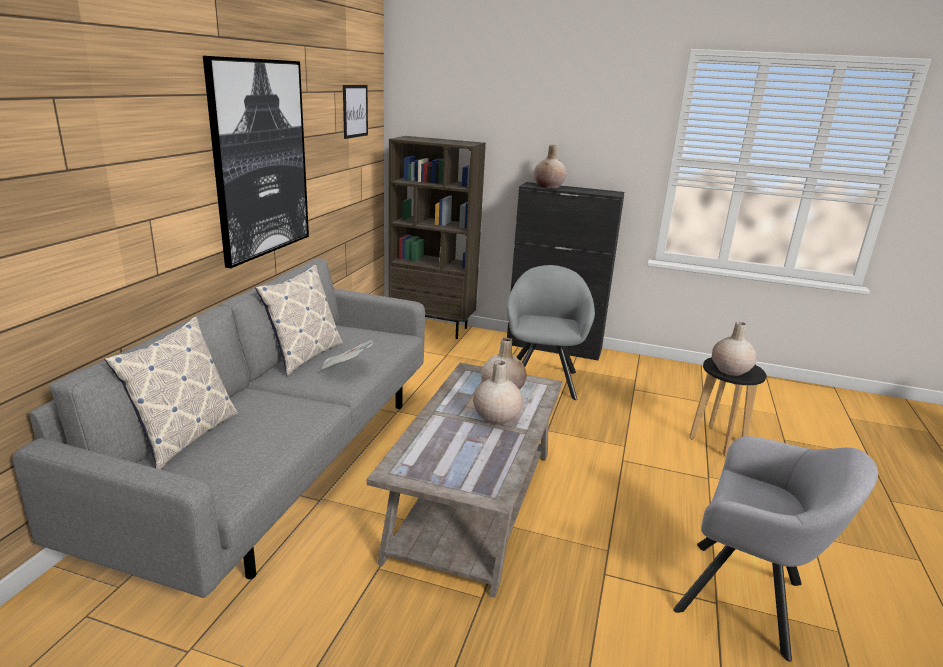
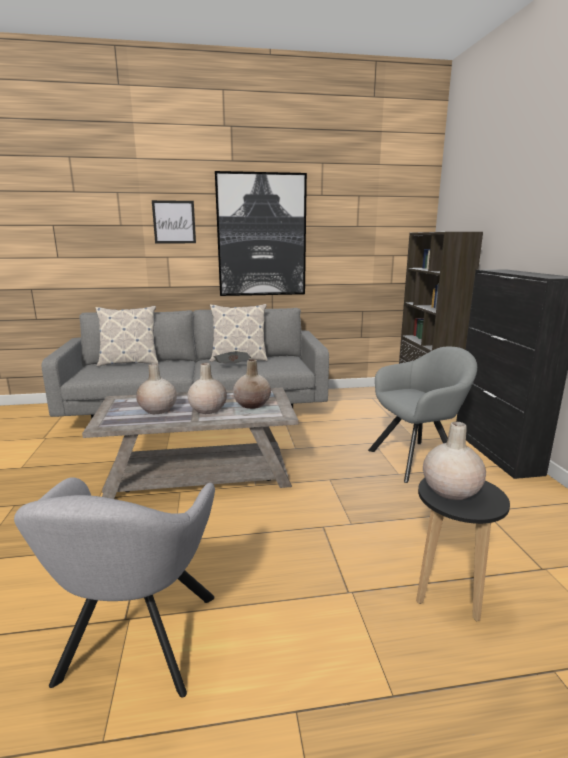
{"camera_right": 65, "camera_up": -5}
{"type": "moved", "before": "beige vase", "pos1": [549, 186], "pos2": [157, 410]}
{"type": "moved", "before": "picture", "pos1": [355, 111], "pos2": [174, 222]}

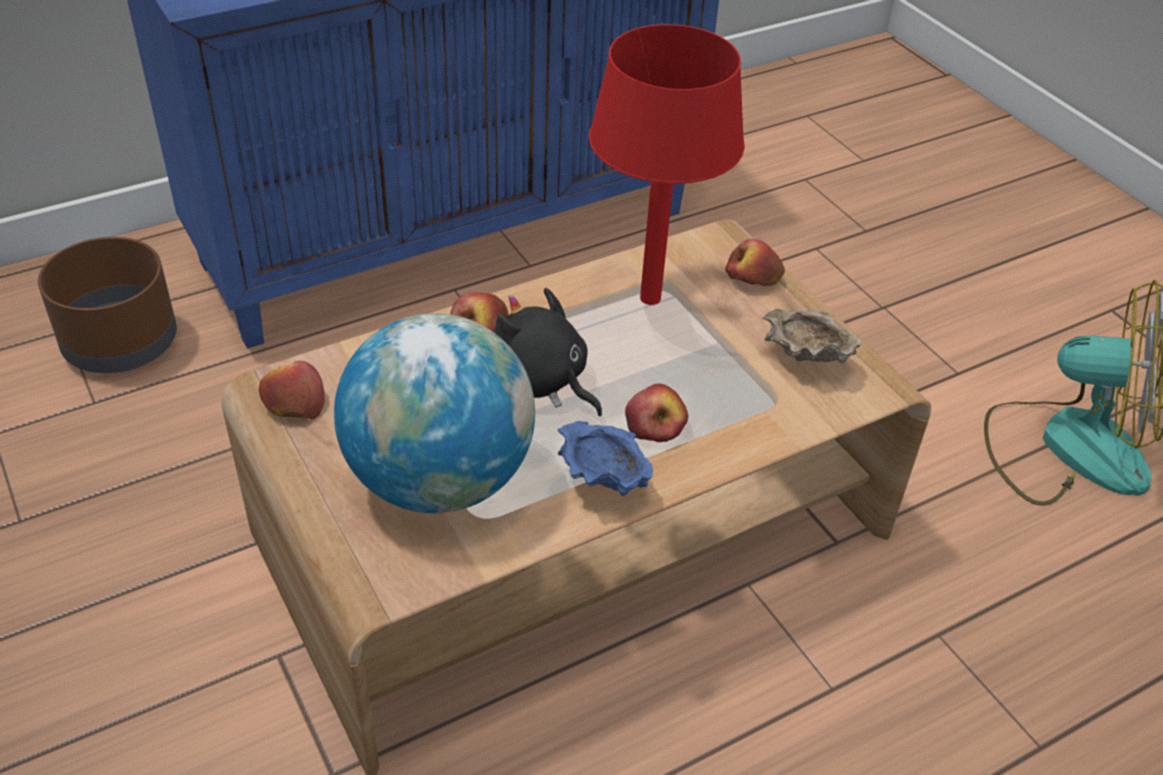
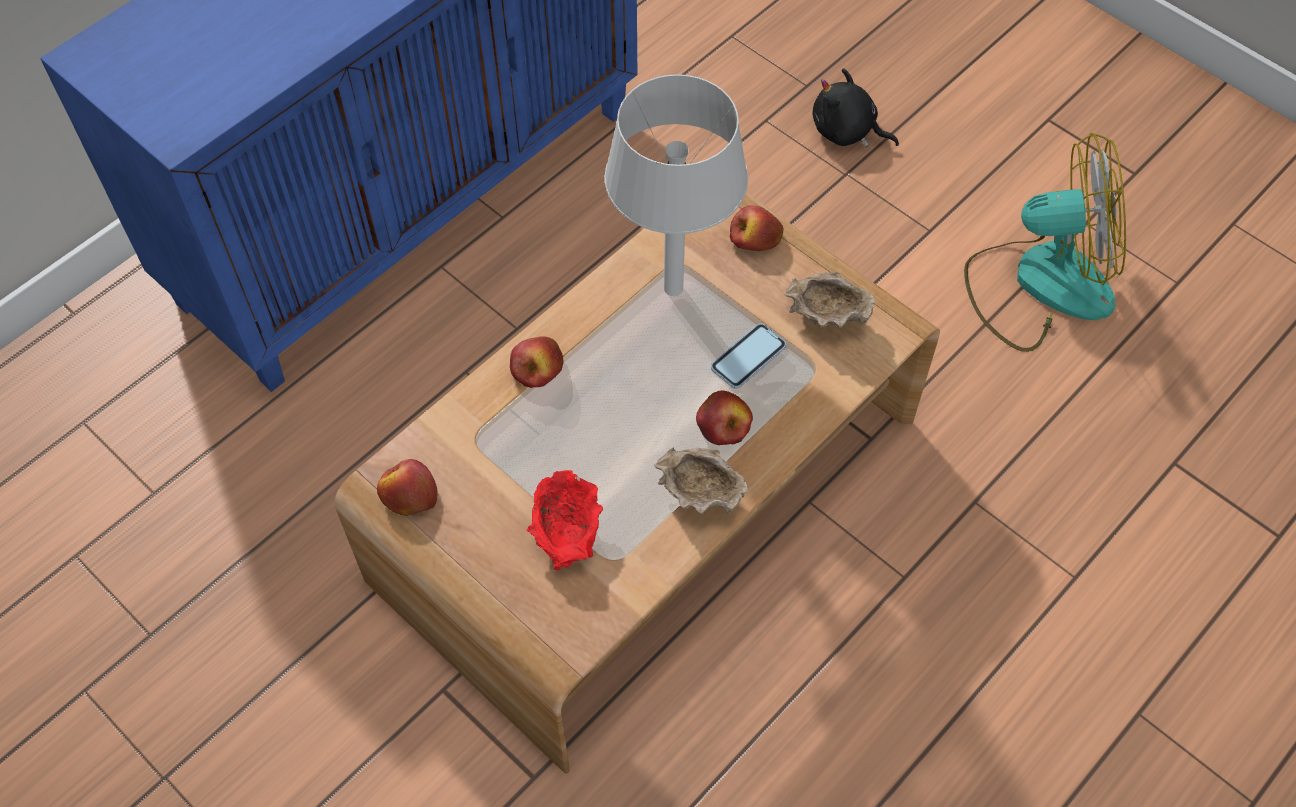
{"camera_right": -15, "camera_up": 15}
{"type": "replaced", "before": "globe", "after": "red bowl", "pos1": [439, 479], "pos2": [566, 534]}
{"type": "recoloured", "before": "red table lamp", "after": "grey table lamp", "pos1": [648, 297], "pos2": [672, 288]}
{"type": "recoloured", "before": "blue bowl", "after": "beige bowl", "pos1": [602, 482], "pos2": [700, 495]}
{"type": "added", "after": "phone", "pos2": [748, 357]}
{"type": "moved", "before": "black plush toy", "pos1": [542, 382], "pos2": [847, 131]}
{"type": "removed", "before": "brown planter", "pos1": [122, 344]}

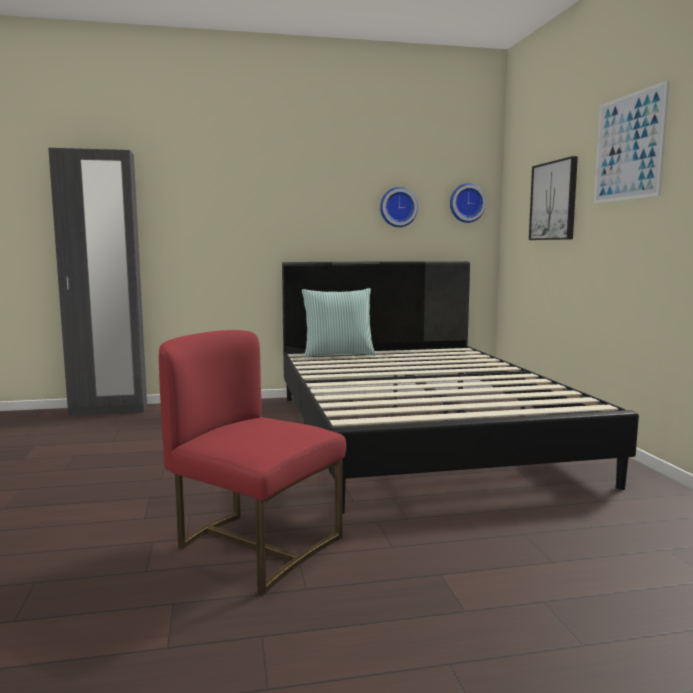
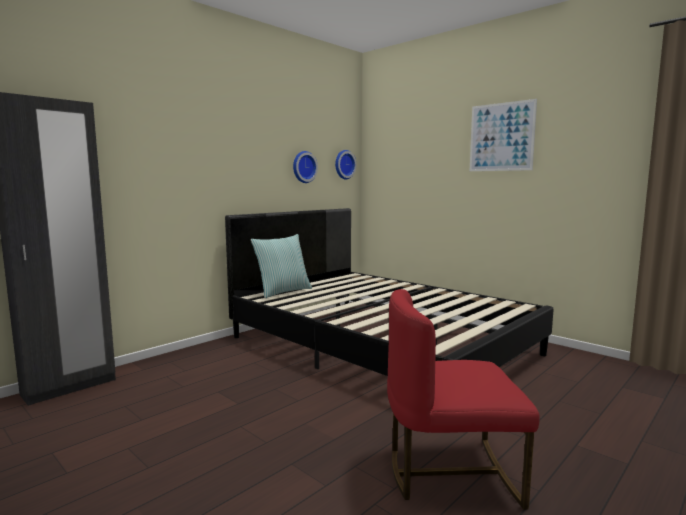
{"camera_right": -35, "camera_up": 0}
{"type": "removed", "before": "picture", "pos1": [554, 201]}

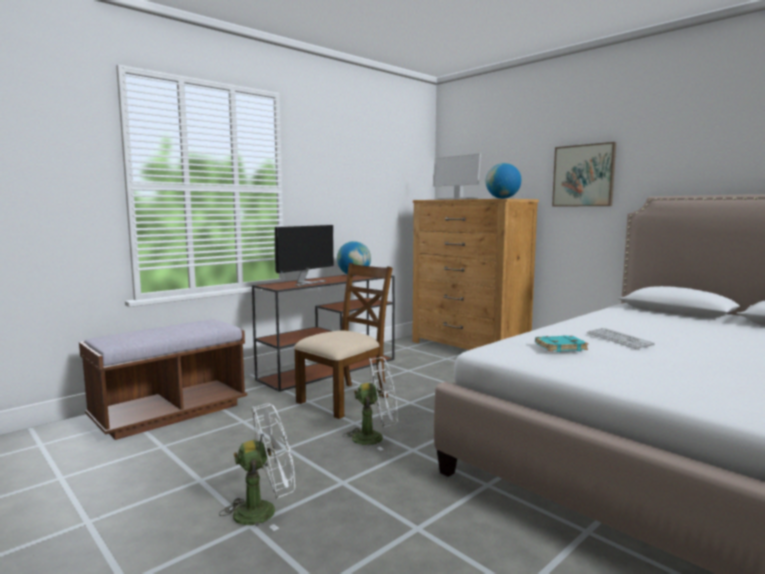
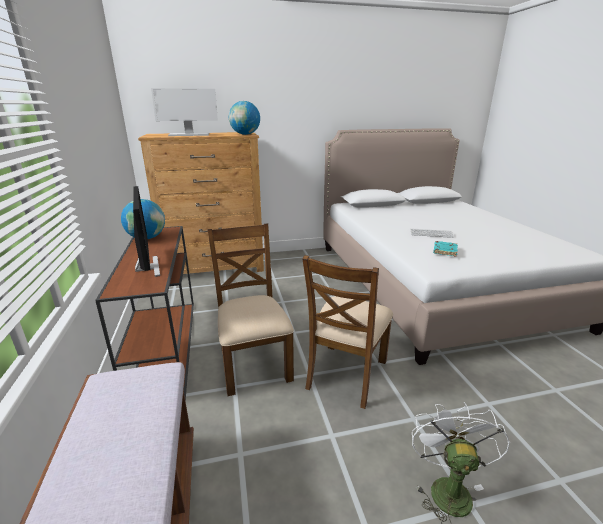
{"camera_right": -60, "camera_up": 15}
{"type": "replaced", "before": "white fan", "after": "brown chair", "pos1": [375, 438], "pos2": [346, 374]}
{"type": "removed", "before": "picture", "pos1": [583, 175]}

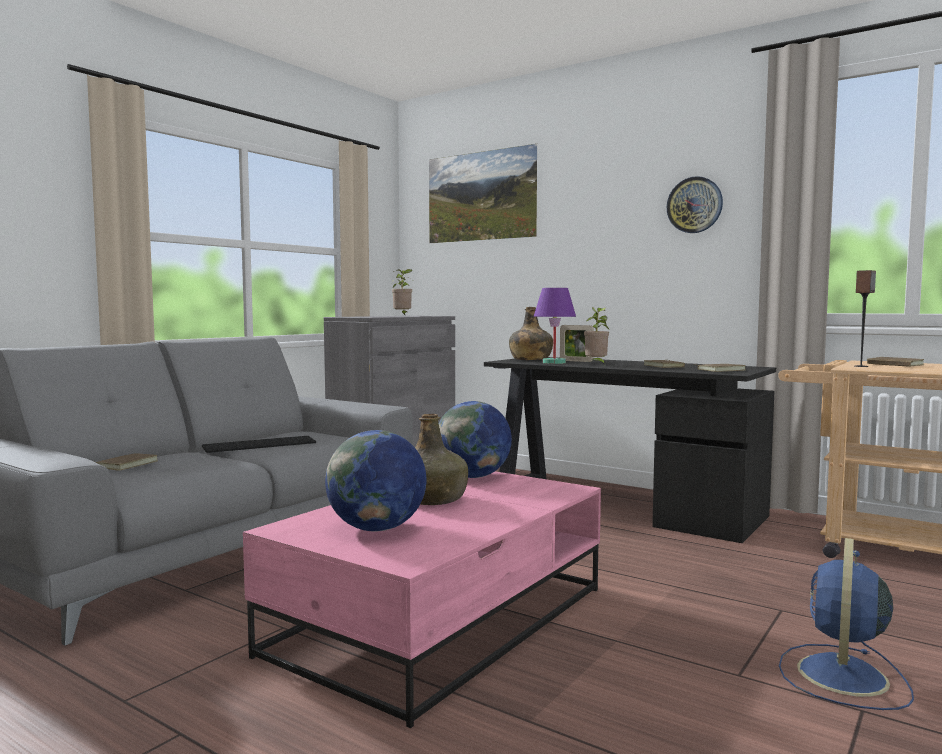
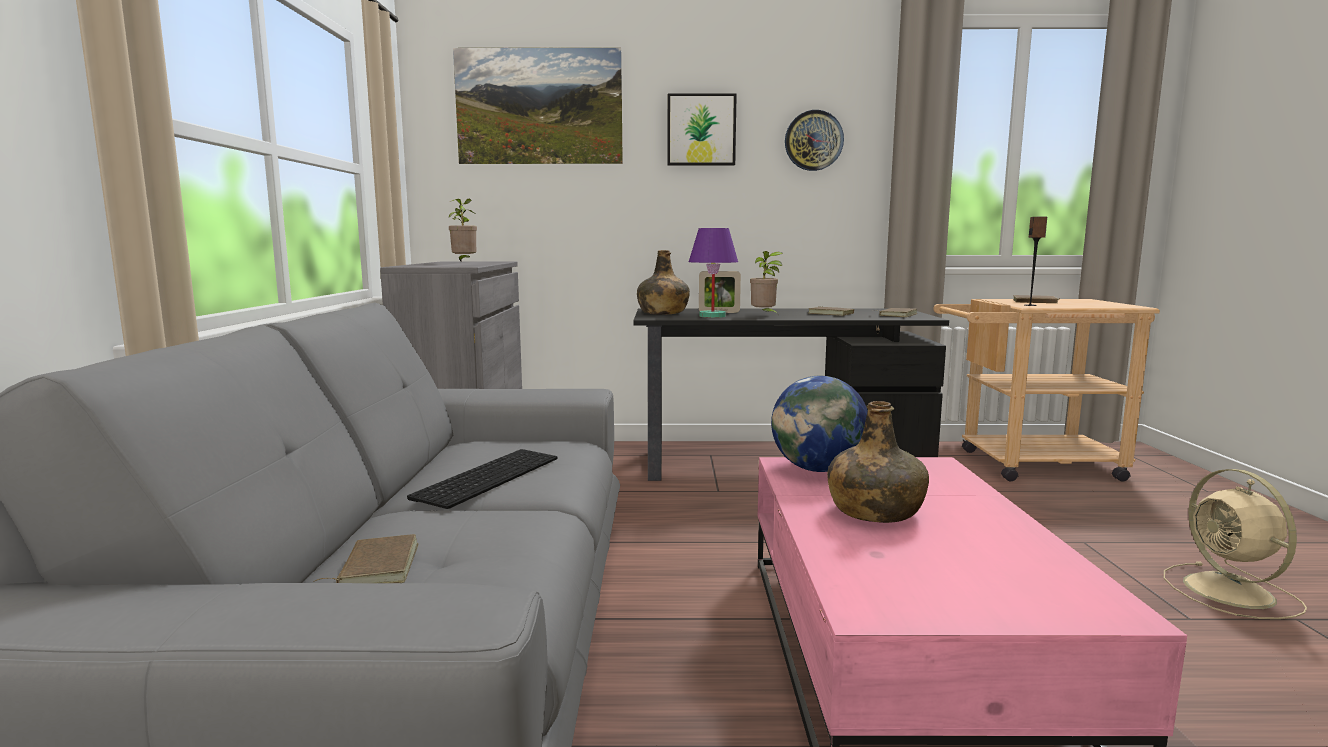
{"camera_right": -35, "camera_up": 5}
{"type": "added", "after": "picture", "pos2": [701, 130]}
{"type": "recoloured", "before": "blue fan", "after": "beige fan", "pos1": [842, 677], "pos2": [1231, 592]}
{"type": "removed", "before": "globe", "pos1": [377, 529]}

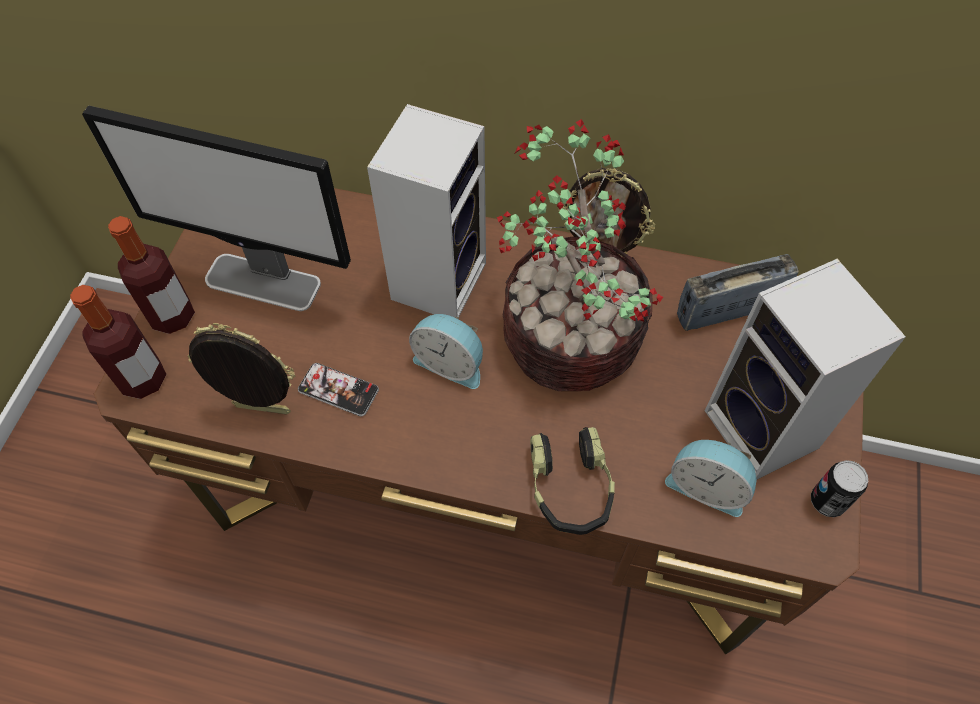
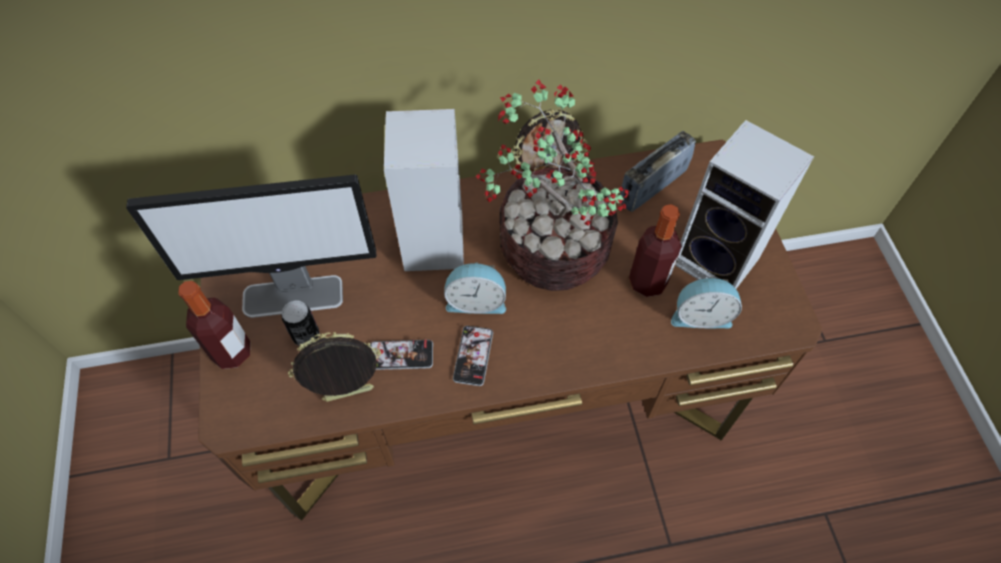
{"camera_right": -25, "camera_up": 0}
{"type": "moved", "before": "can", "pos1": [827, 501], "pos2": [306, 335]}
{"type": "added", "after": "phone", "pos2": [473, 356]}
{"type": "moved", "before": "bottle", "pos1": [143, 379], "pos2": [647, 282]}
{"type": "removed", "before": "headphones", "pos1": [570, 488]}

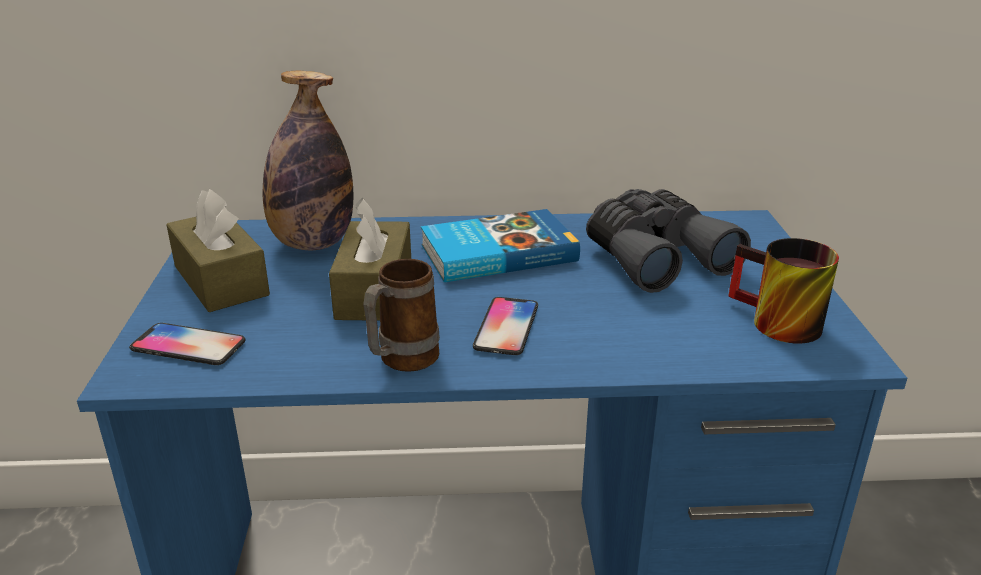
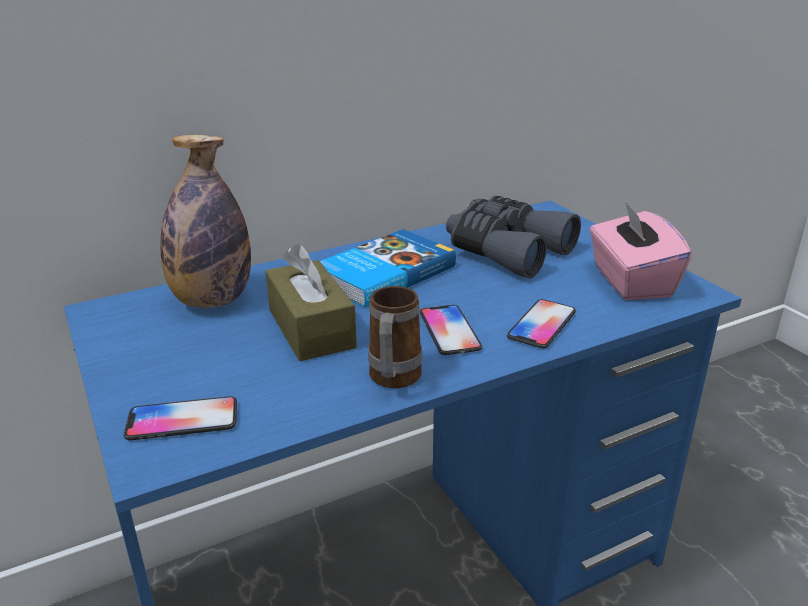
{"camera_right": -25, "camera_up": 0}
{"type": "added", "after": "phone", "pos2": [542, 325]}
{"type": "replaced", "before": "mug", "after": "pink tissue box", "pos1": [773, 323], "pos2": [630, 281]}
{"type": "removed", "before": "brown tissue box", "pos1": [221, 280]}

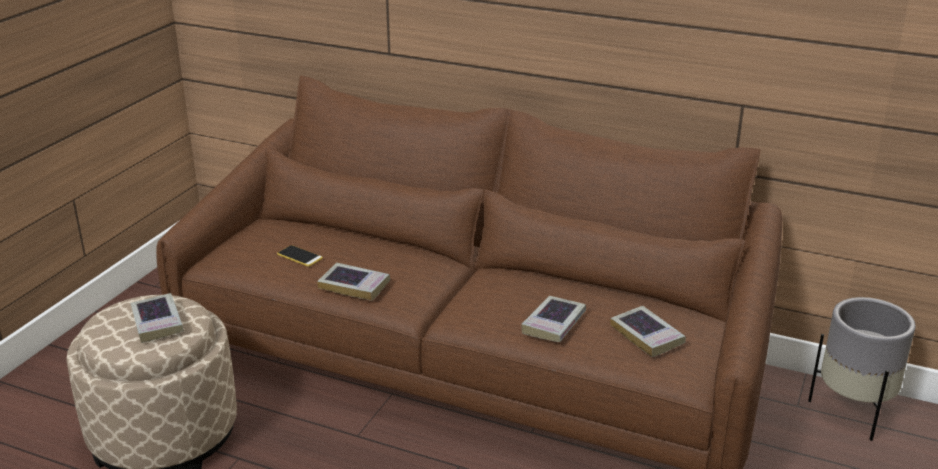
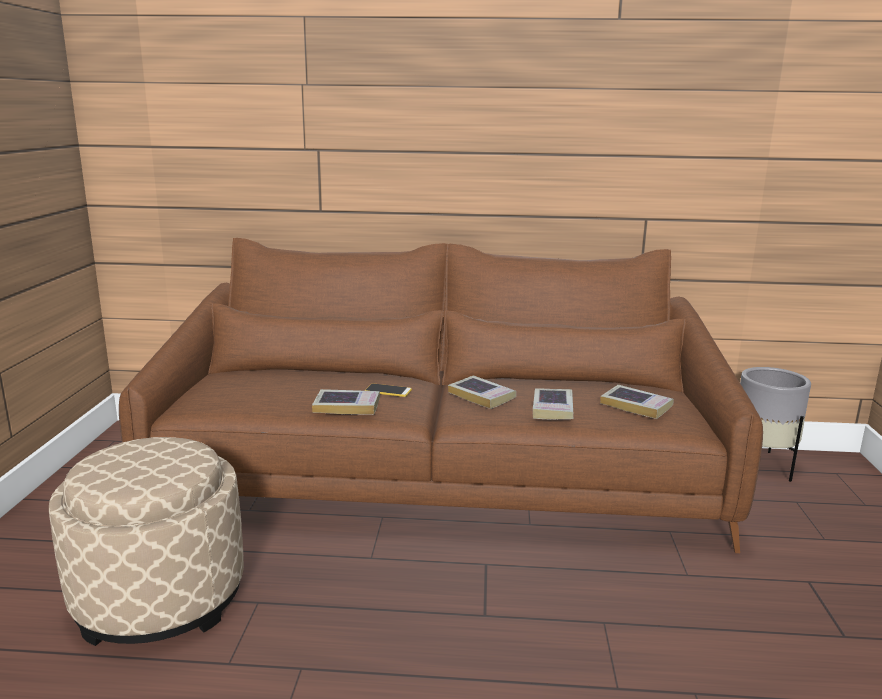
{"camera_right": -20, "camera_up": -10}
{"type": "moved", "before": "phone", "pos1": [299, 256], "pos2": [388, 391]}
{"type": "moved", "before": "book", "pos1": [157, 322], "pos2": [481, 396]}

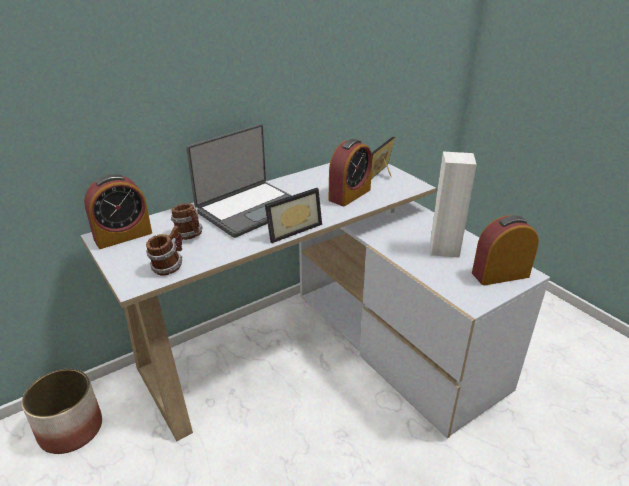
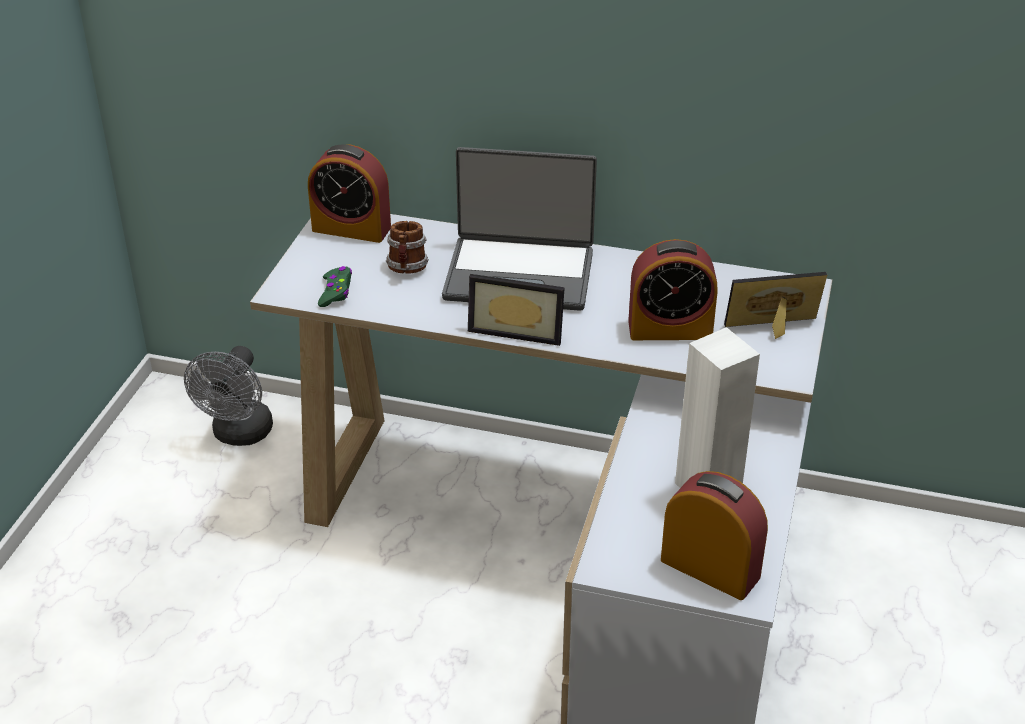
{"camera_right": 50, "camera_up": 5}
{"type": "replaced", "before": "planter", "after": "grey fan", "pos1": [71, 429], "pos2": [239, 435]}
{"type": "replaced", "before": "mug", "after": "green game controller", "pos1": [168, 267], "pos2": [336, 292]}

